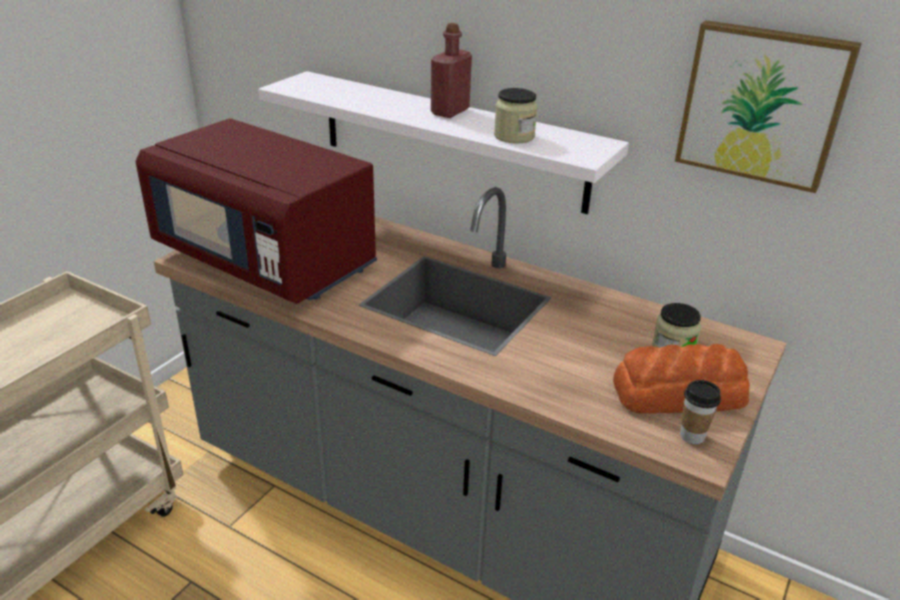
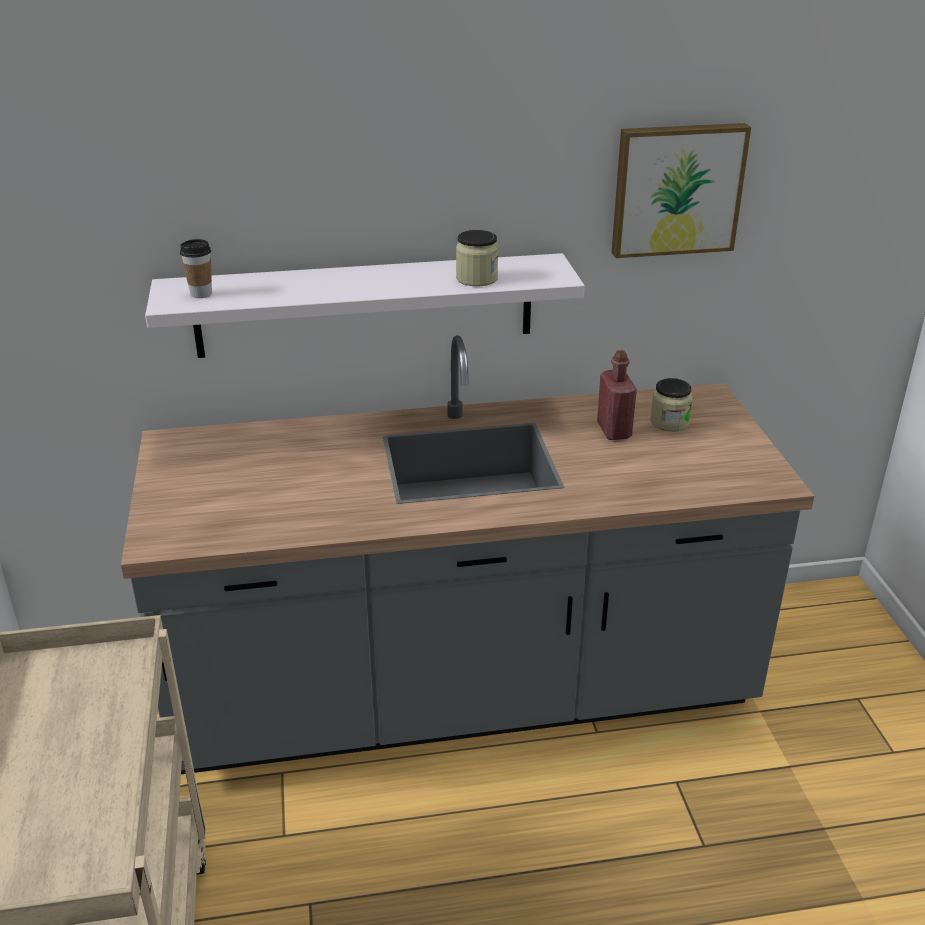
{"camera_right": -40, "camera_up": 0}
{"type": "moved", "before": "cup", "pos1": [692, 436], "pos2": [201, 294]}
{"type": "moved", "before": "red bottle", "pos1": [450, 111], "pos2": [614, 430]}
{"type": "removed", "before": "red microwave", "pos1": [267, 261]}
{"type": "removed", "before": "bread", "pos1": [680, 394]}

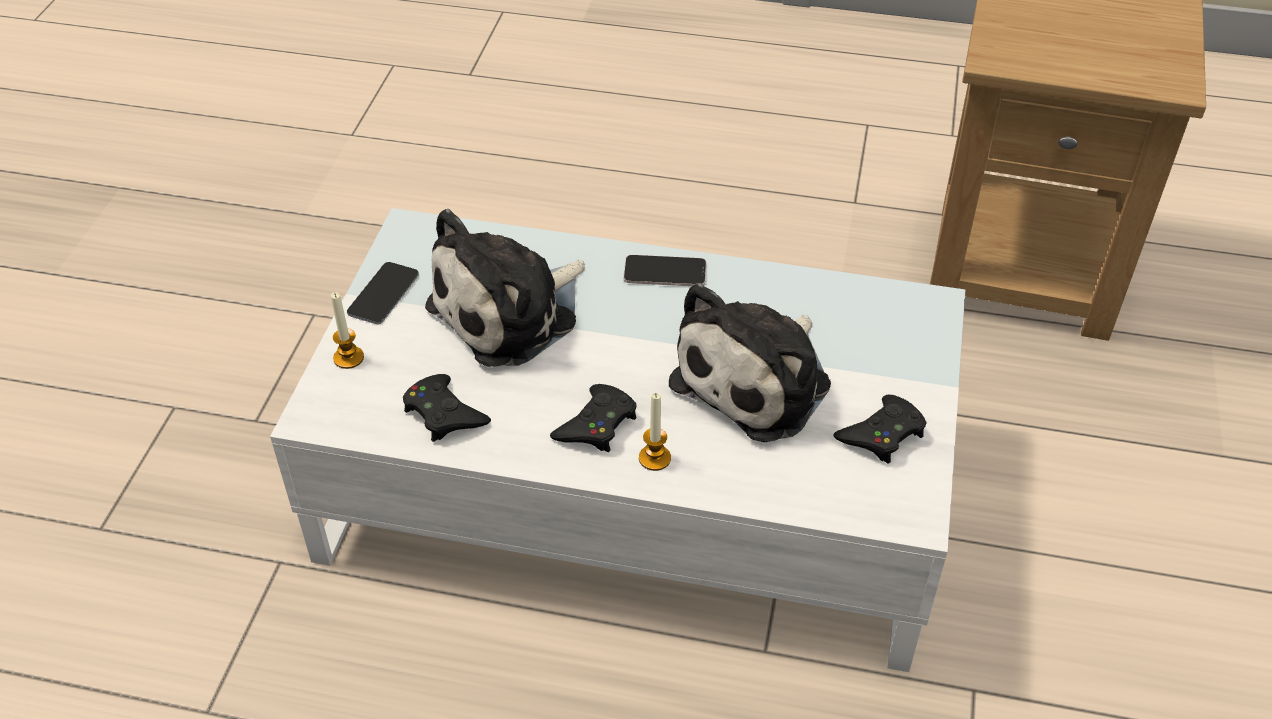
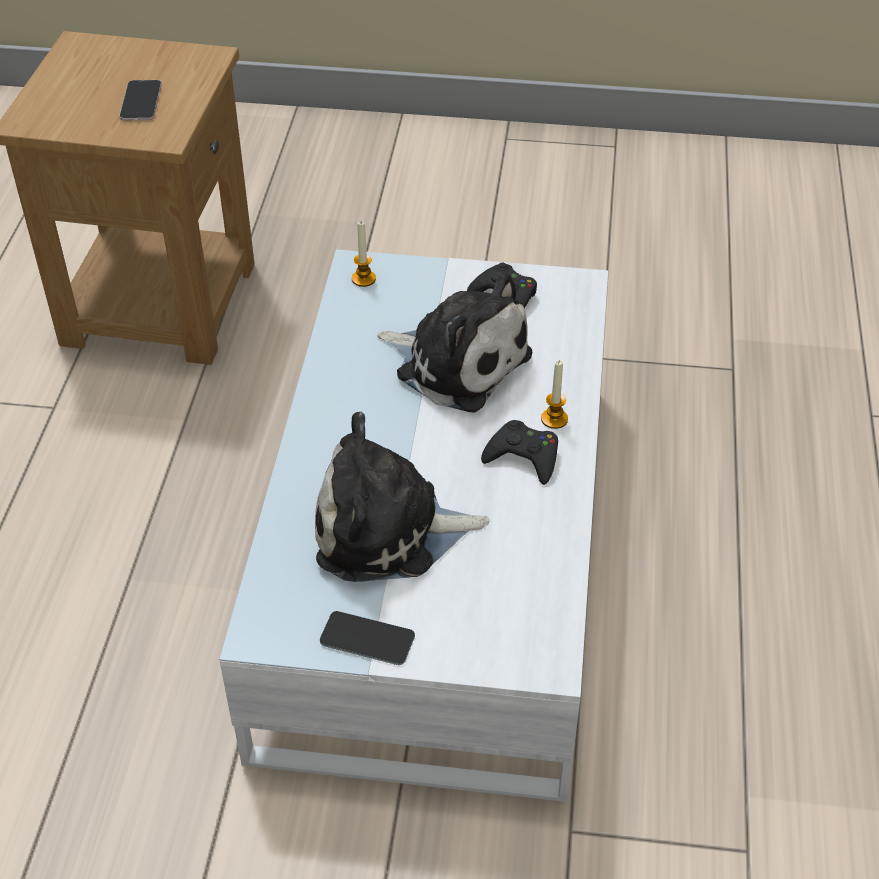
{"camera_right": -95, "camera_up": 0}
{"type": "moved", "before": "phone", "pos1": [665, 272], "pos2": [141, 101]}
{"type": "turned", "before": "plush toy", "pos1": [511, 313], "pos2": [388, 530], "turn": 135}
{"type": "moved", "before": "candle", "pos1": [348, 358], "pos2": [363, 279]}
{"type": "removed", "before": "black game controller", "pos1": [444, 414]}

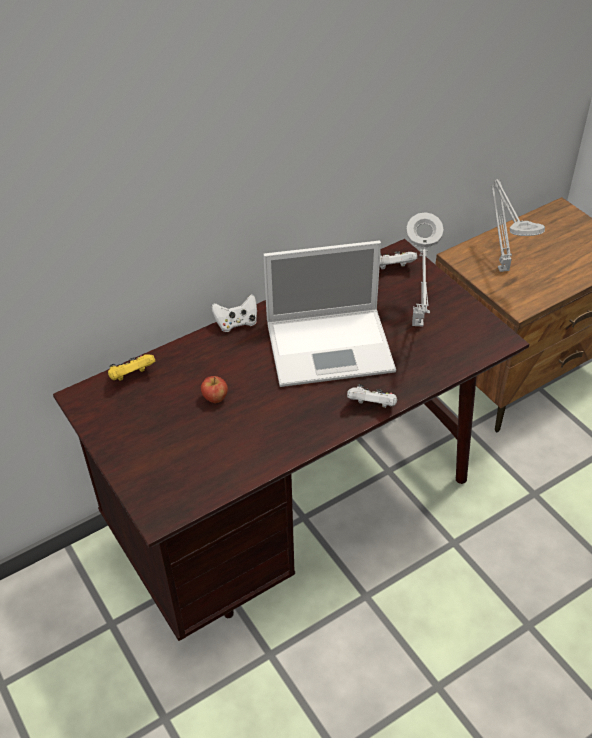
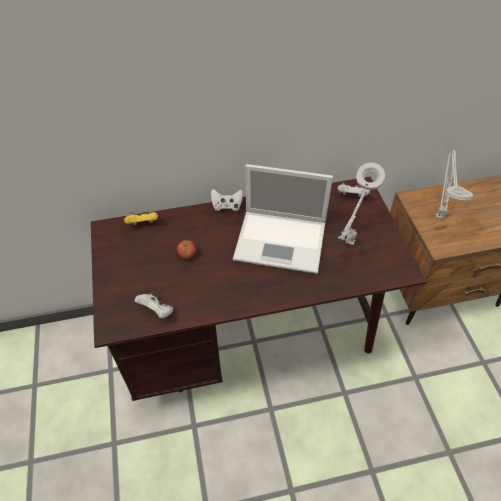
{"camera_right": 20, "camera_up": 5}
{"type": "moved", "before": "white game controller", "pos1": [372, 406], "pos2": [157, 311]}

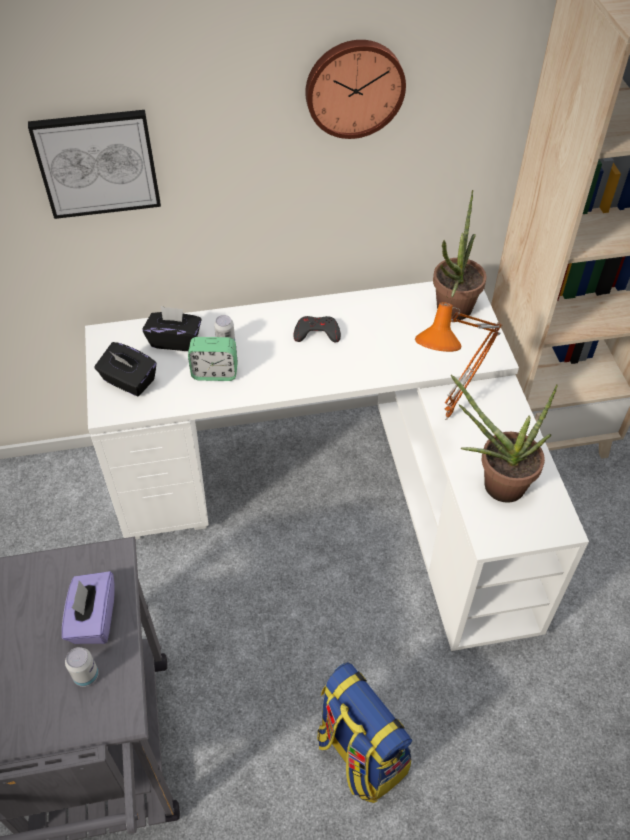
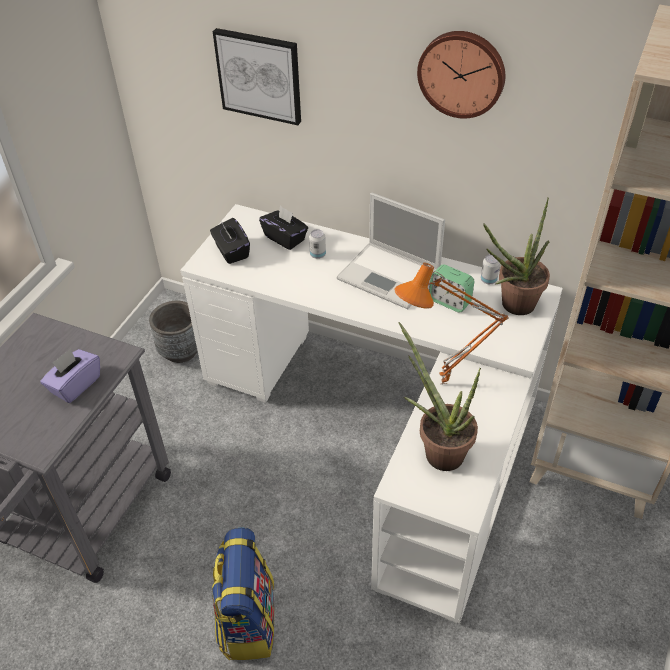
{"camera_right": 35, "camera_up": -5}
{"type": "added", "after": "grey planter", "pos2": [181, 351]}
{"type": "replaced", "before": "grey game controller", "after": "laptop", "pos1": [317, 333], "pos2": [390, 275]}
{"type": "moved", "before": "alarm clock", "pos1": [215, 373], "pos2": [449, 301]}
{"type": "moved", "before": "can", "pos1": [86, 675], "pos2": [488, 280]}

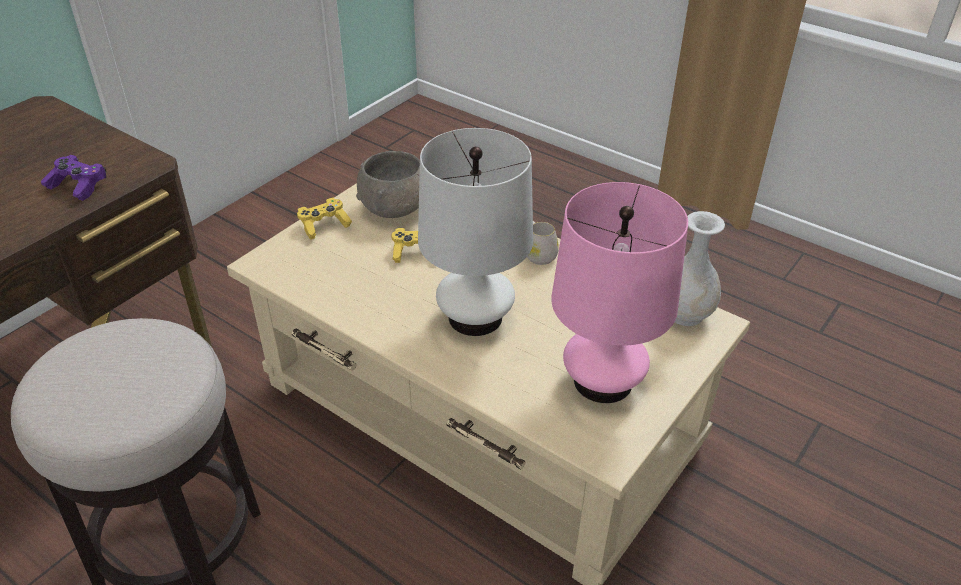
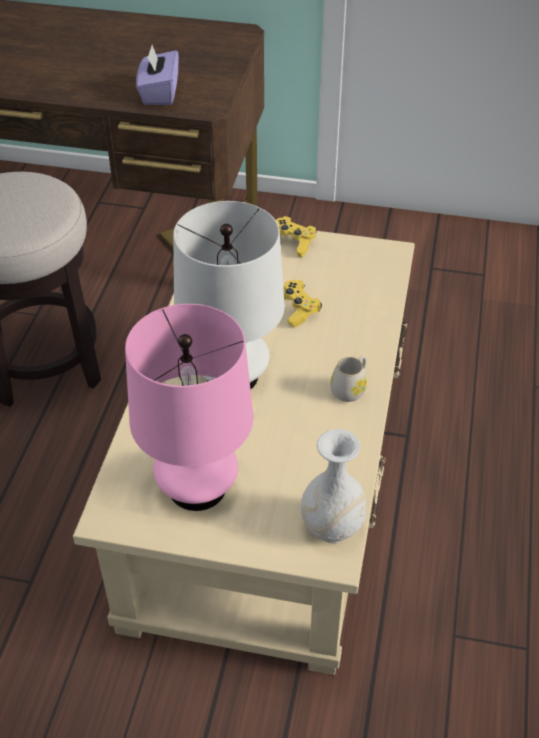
{"camera_right": 65, "camera_up": 5}
{"type": "replaced", "before": "purple game controller", "after": "purple tissue box", "pos1": [78, 186], "pos2": [159, 93]}
{"type": "removed", "before": "grey bowl", "pos1": [396, 207]}

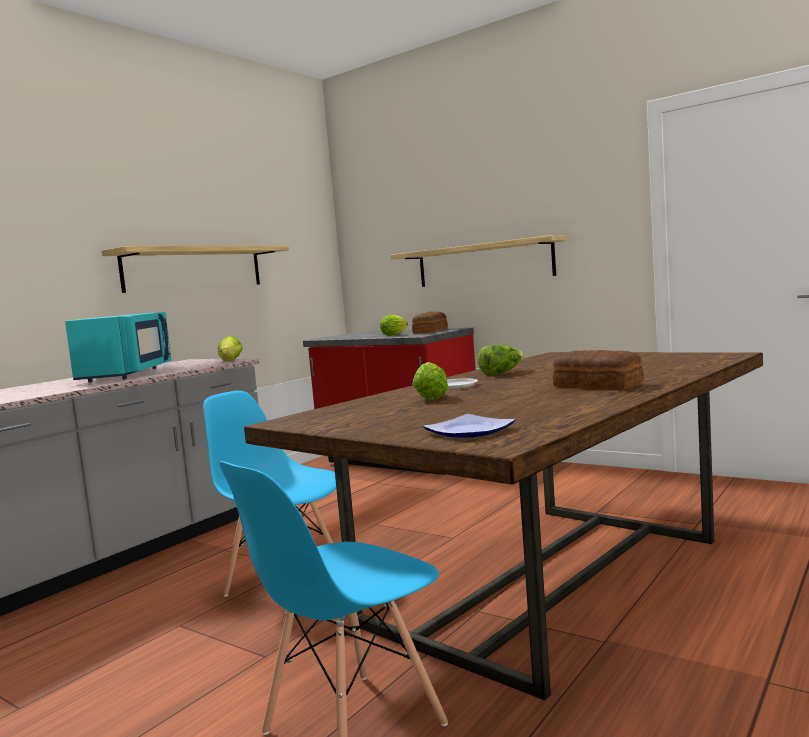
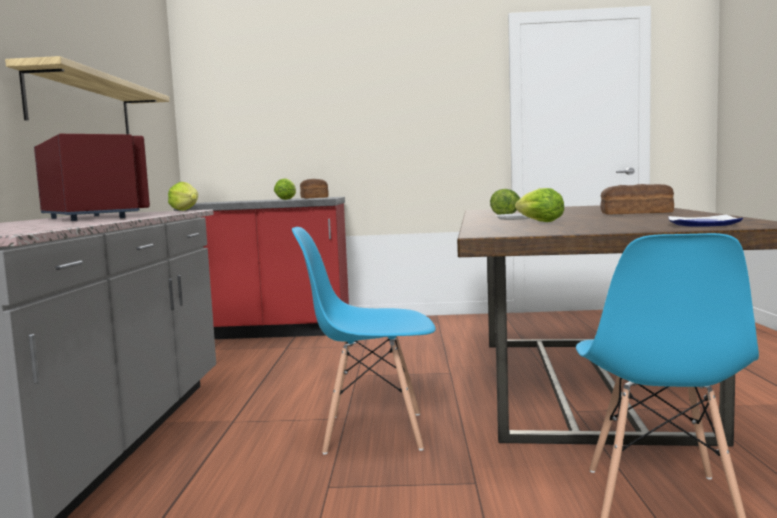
{"camera_right": -35, "camera_up": 0}
{"type": "recoloured", "before": "turquoise microwave", "after": "red microwave", "pos1": [128, 374], "pos2": [94, 218]}
{"type": "removed", "before": "shelf", "pos1": [483, 263]}

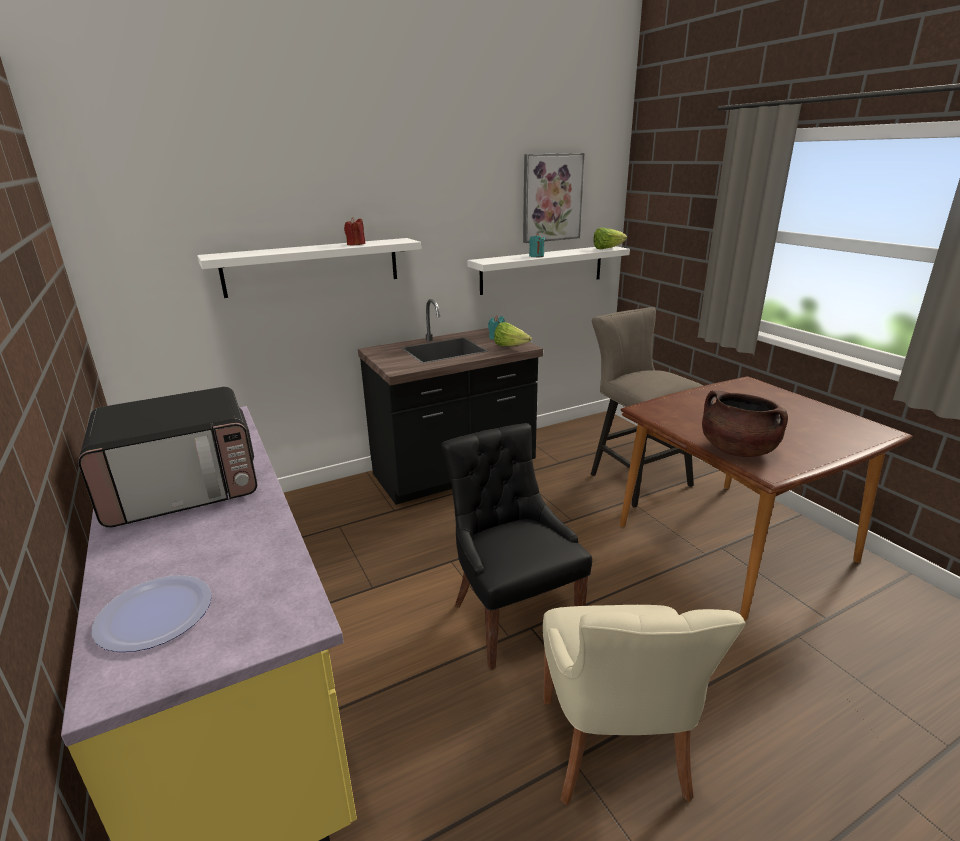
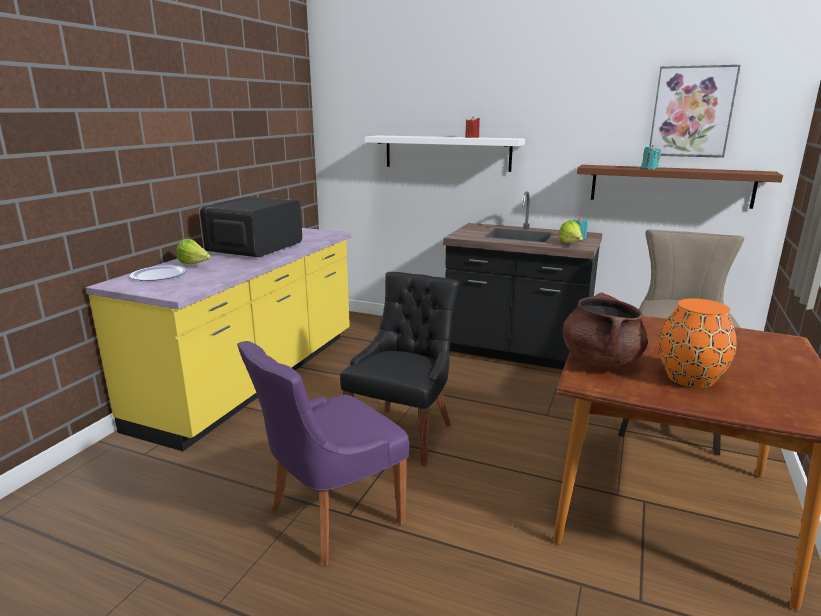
{"camera_right": 50, "camera_up": -5}
{"type": "moved", "before": "lettuce", "pos1": [607, 249], "pos2": [195, 265]}
{"type": "turned", "before": "microwave", "pos1": [184, 487], "pos2": [254, 249], "turn": 90}
{"type": "recoloured", "before": "beige chair", "after": "purple chair", "pos1": [615, 751], "pos2": [331, 518]}
{"type": "recoloured", "before": "white shelf", "after": "brown shelf", "pos1": [542, 269], "pos2": [670, 186]}
{"type": "added", "after": "orange vase", "pos2": [691, 379]}

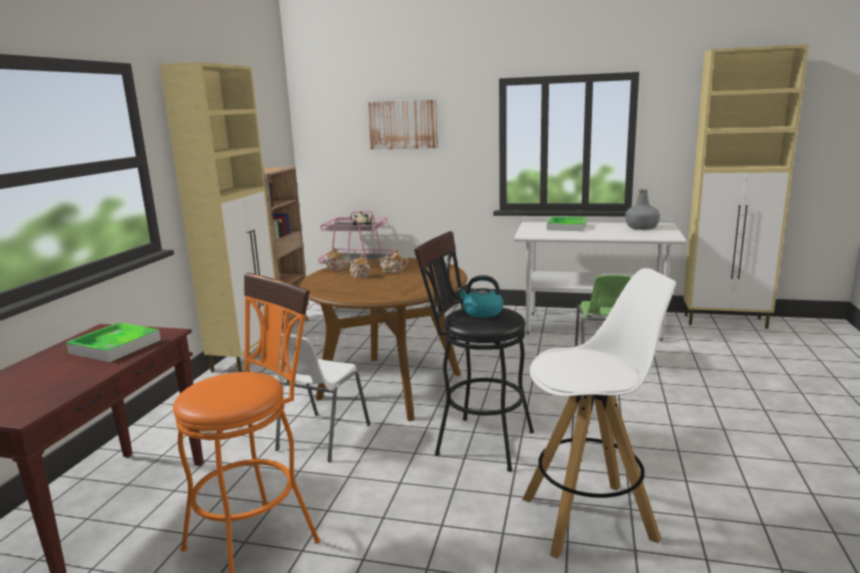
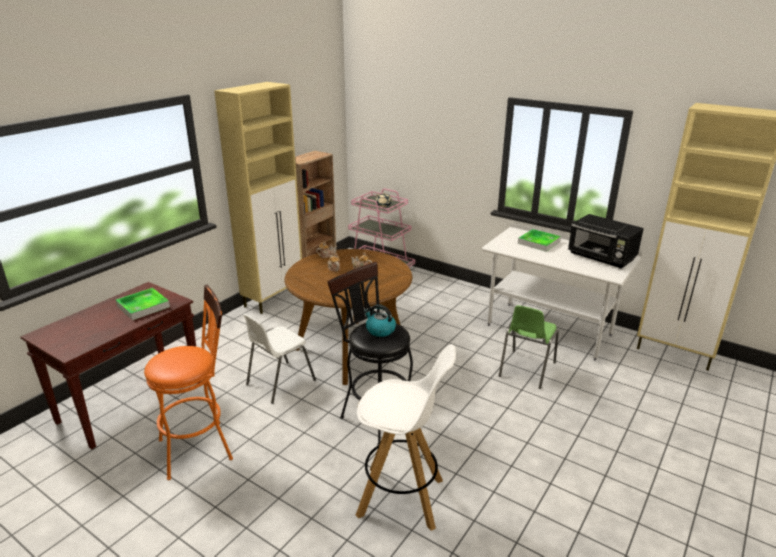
{"camera_right": 20, "camera_up": 10}
{"type": "replaced", "before": "grey bottle", "after": "black microwave", "pos1": [641, 228], "pos2": [602, 258]}
{"type": "removed", "before": "picture", "pos1": [403, 125]}

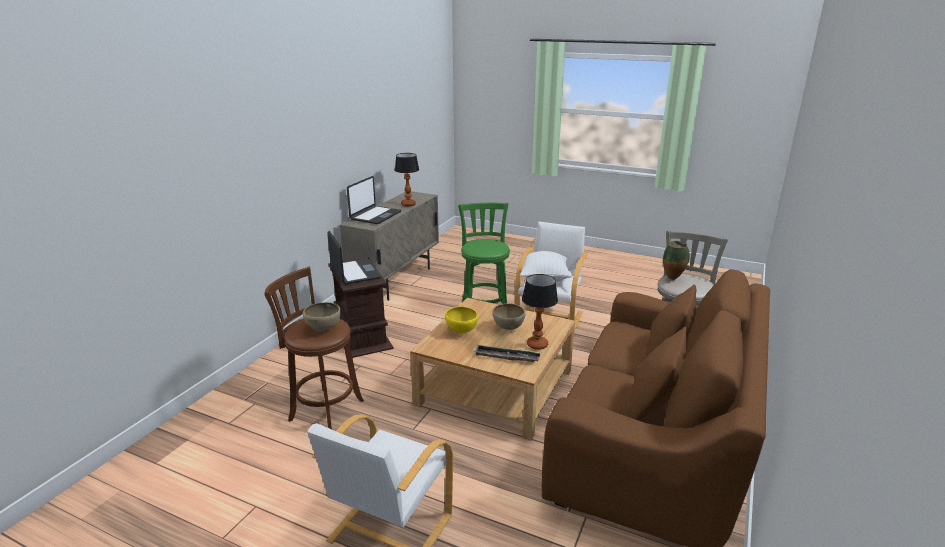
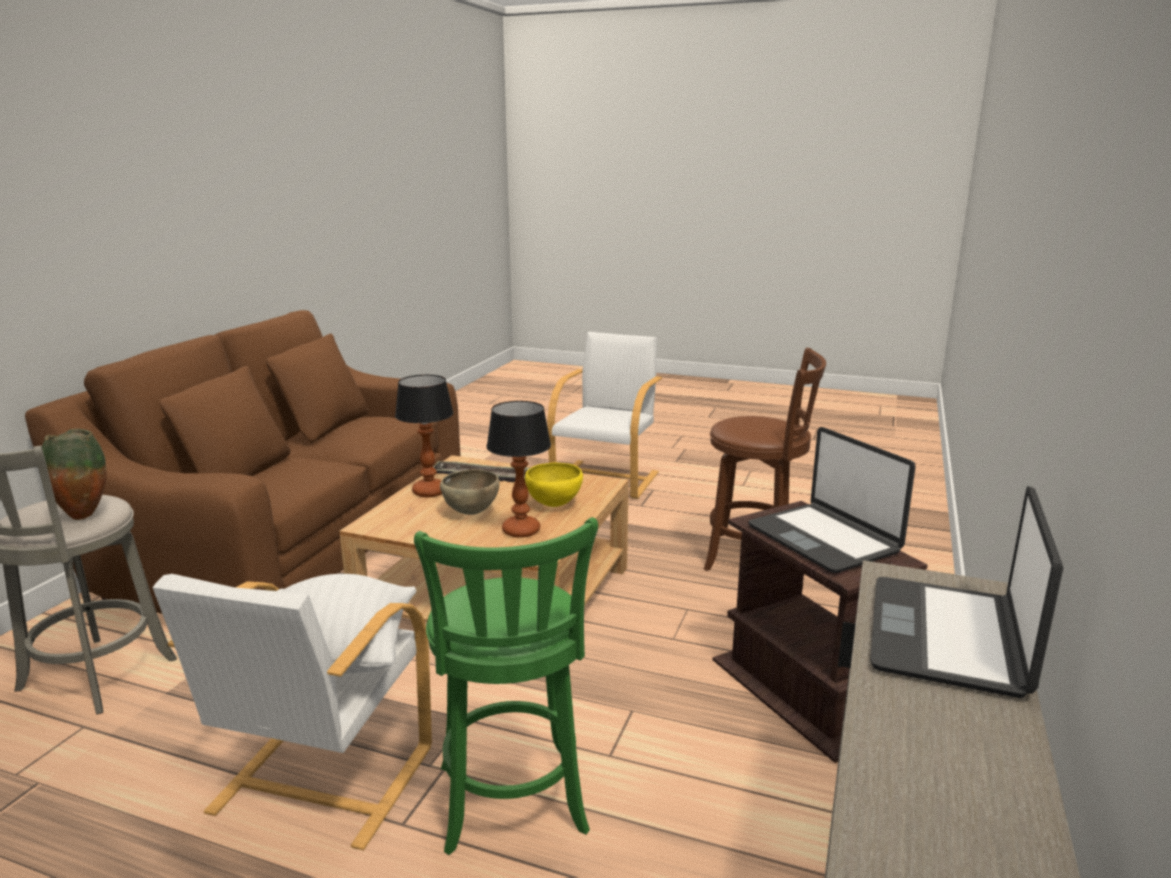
{"camera_right": 175, "camera_up": -5}
{"type": "moved", "before": "table lamp", "pos1": [408, 204], "pos2": [521, 531]}
{"type": "removed", "before": "brown bowl", "pos1": [323, 329]}

